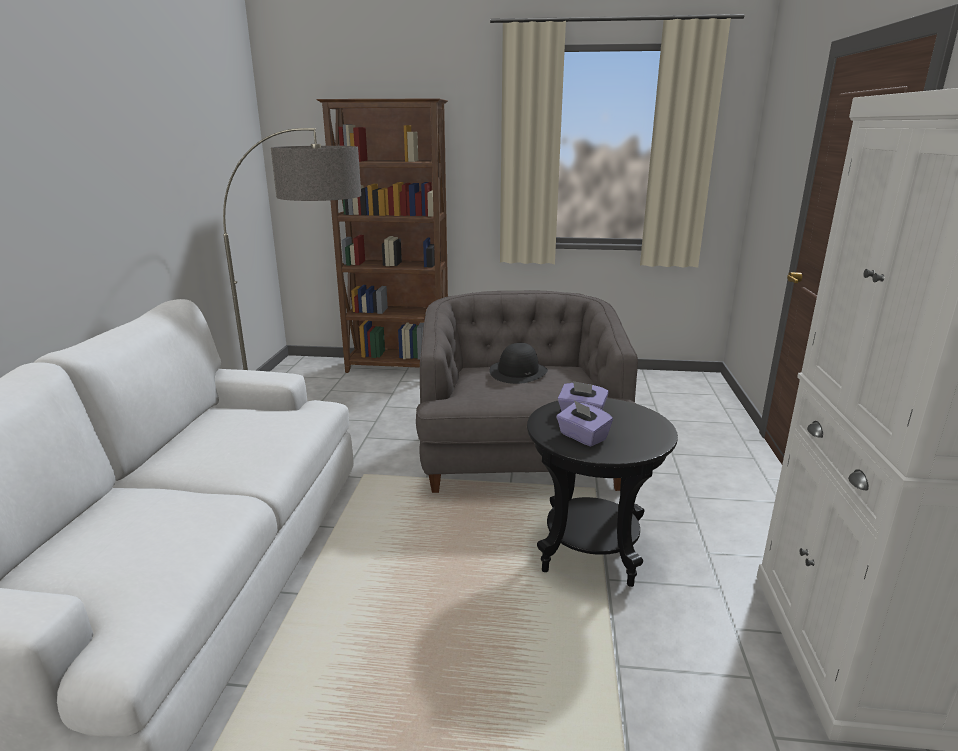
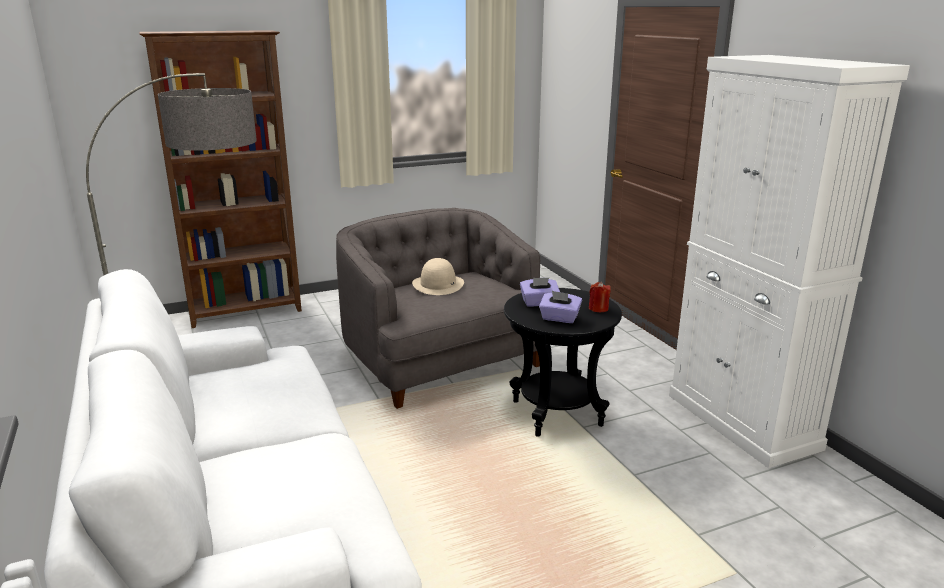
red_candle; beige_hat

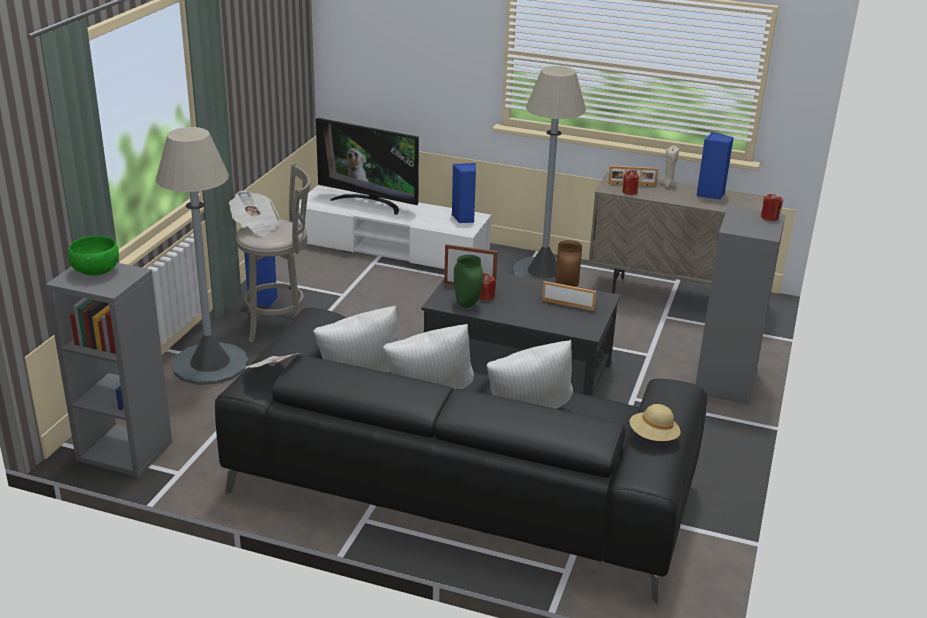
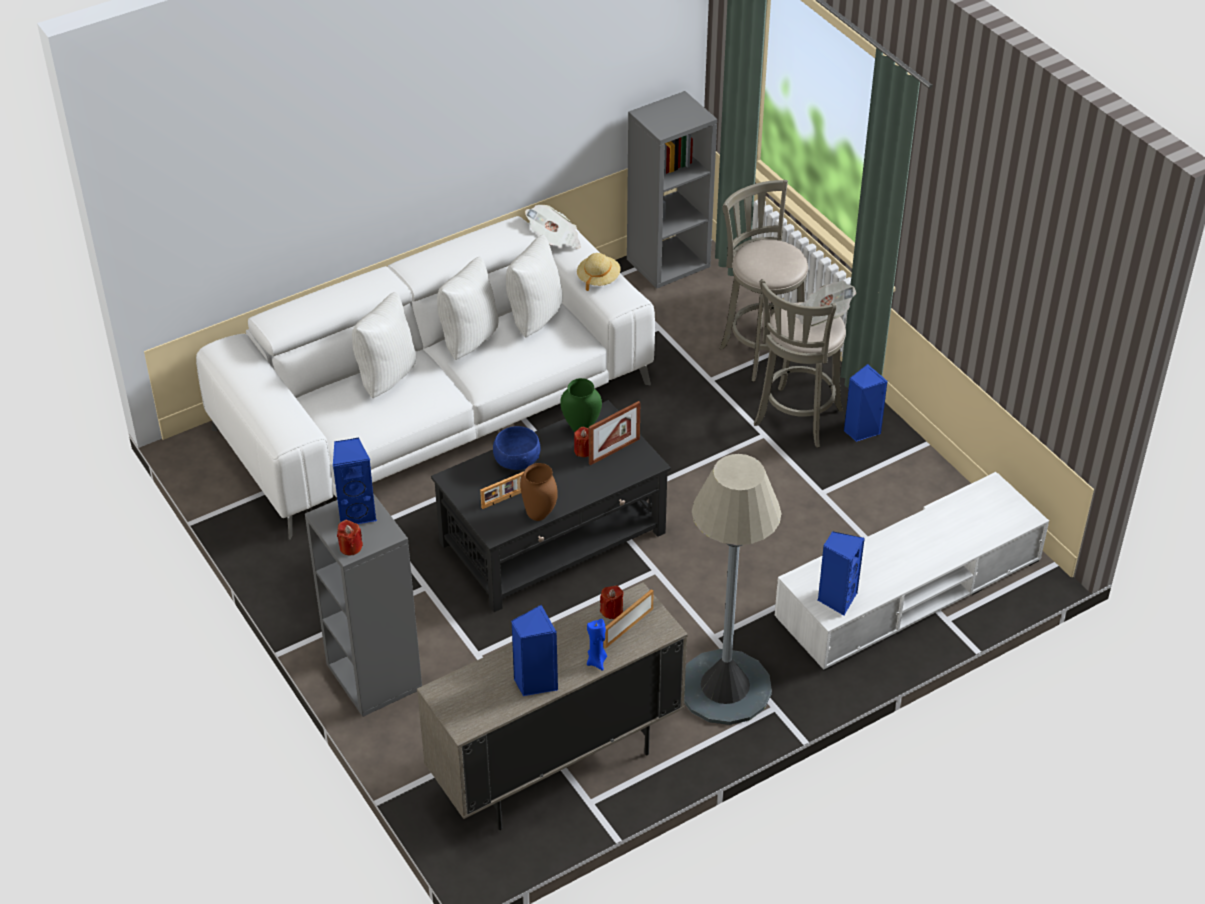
green_bowl; television; blue_speaker (no. 1 from left); blue_bowl; beige_hat; grey_stool (no. 1 from left); white_sofa; blue_candle

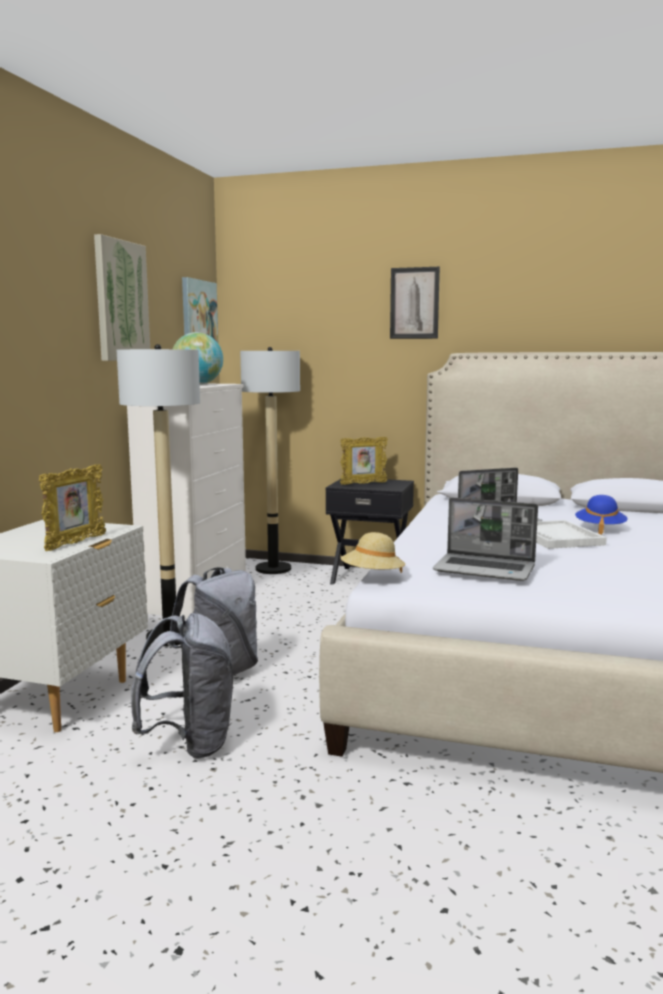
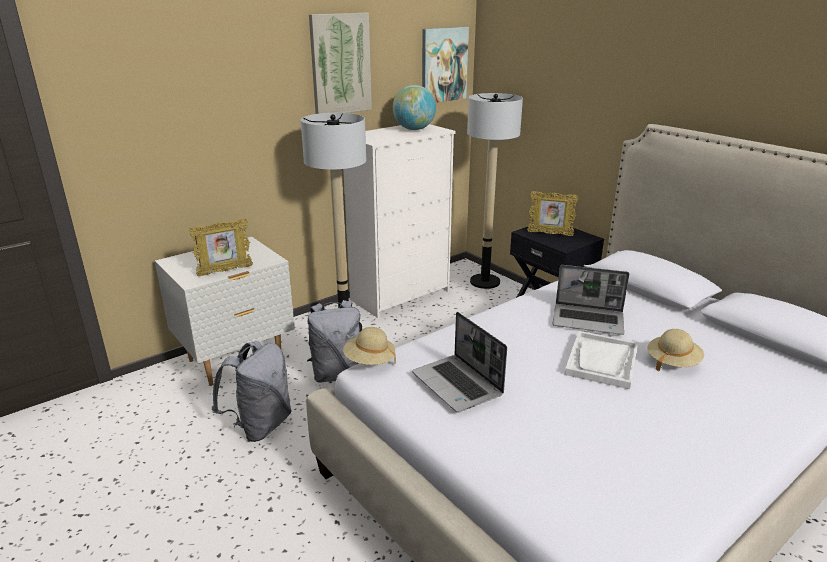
picture (no. 3 from left in the first image); beige_hat (no. 2 from left)

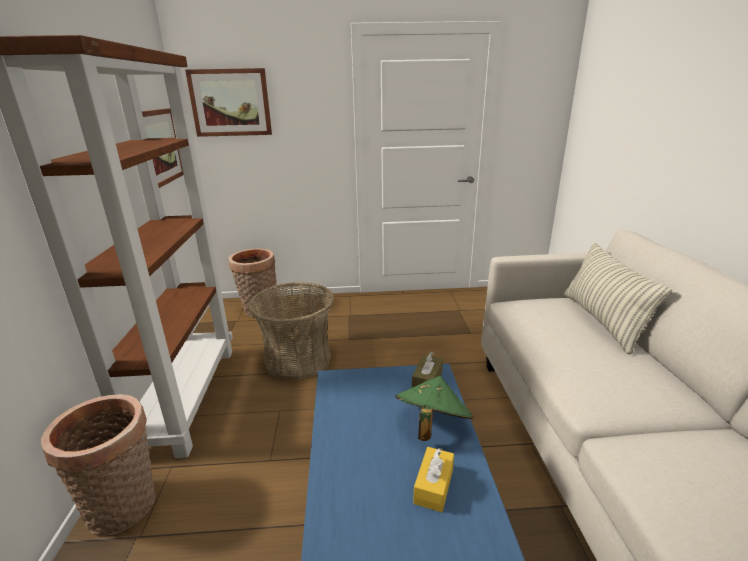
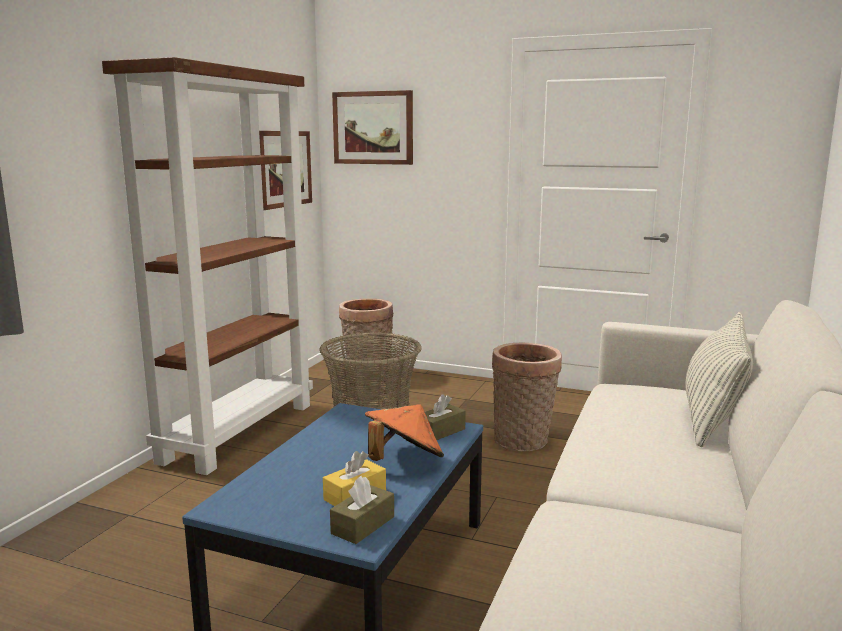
brown_tissue_box (no. 1 from left); basket (no. 3 from left); orange_hat

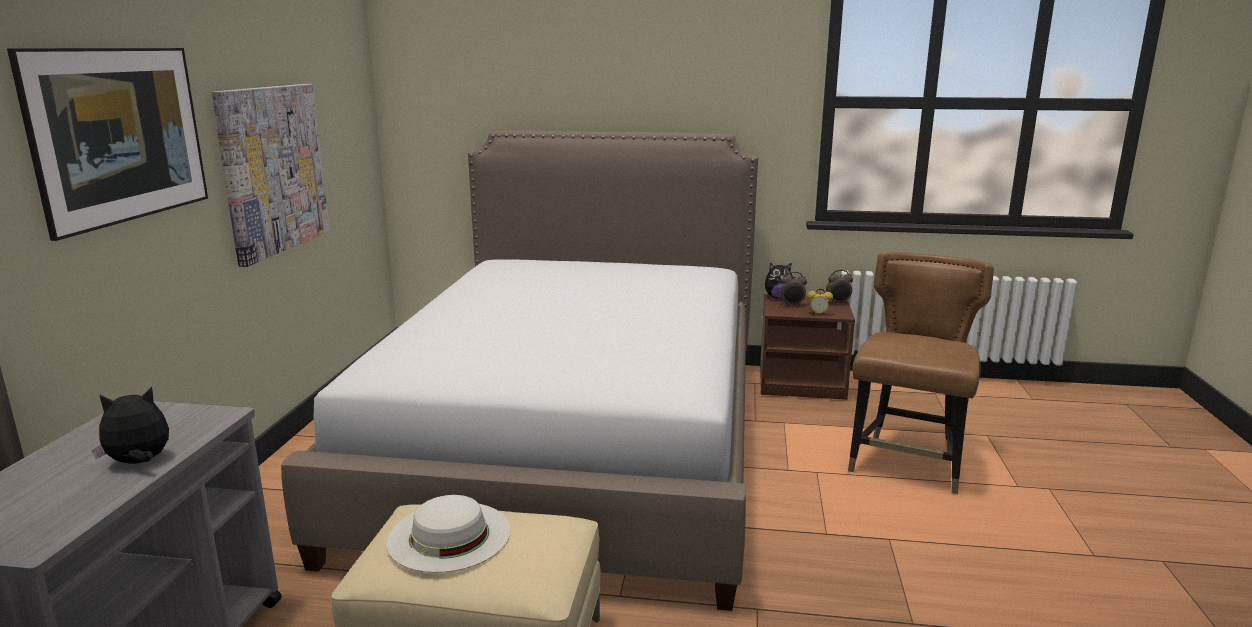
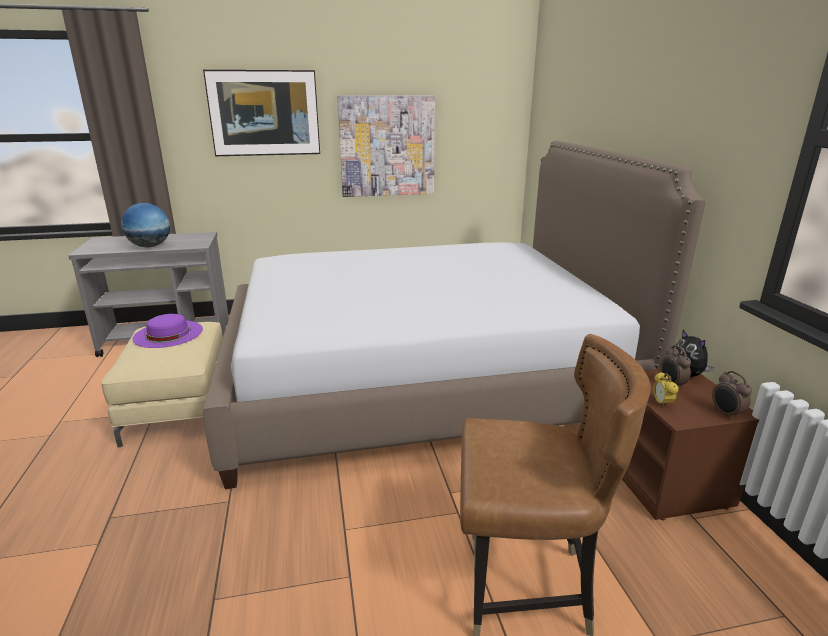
globe; purple_hat

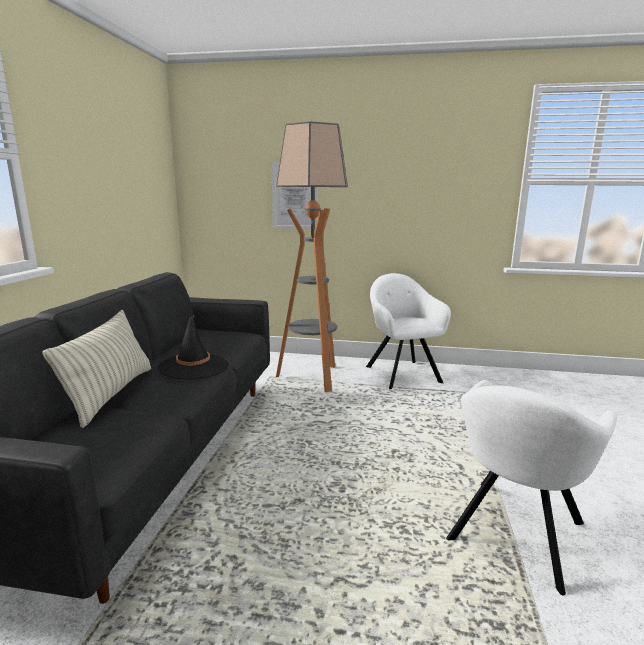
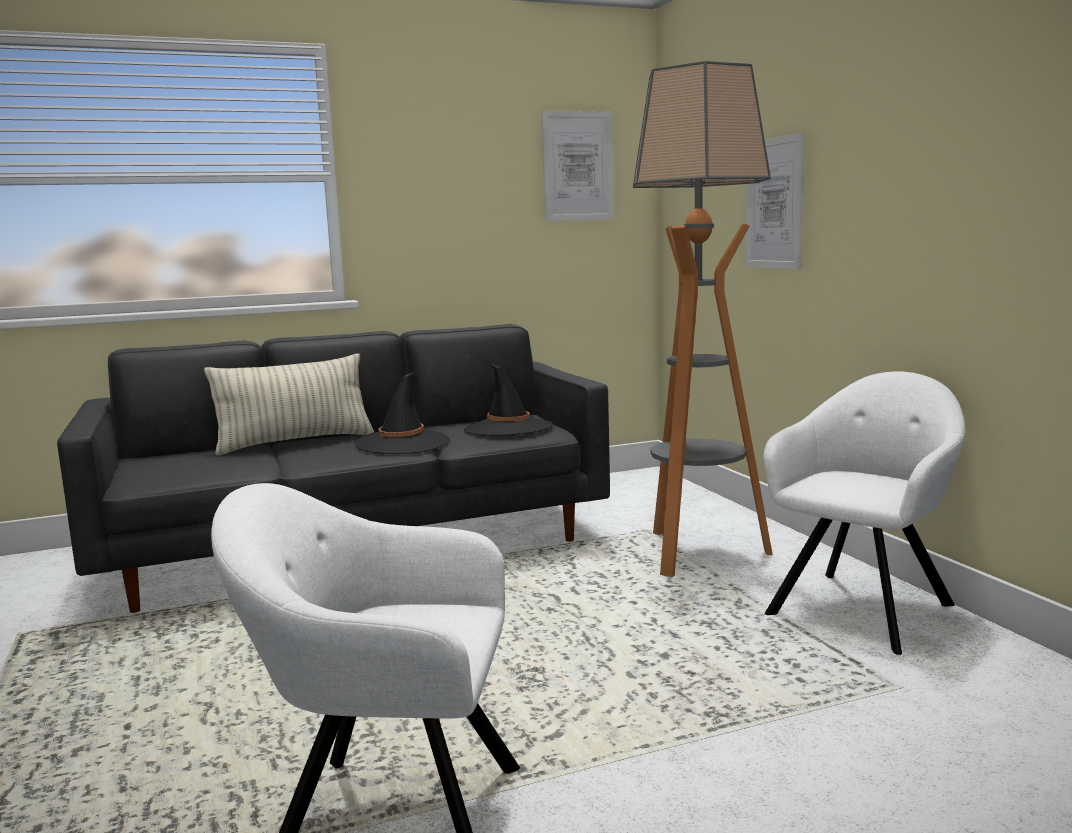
black_hat (no. 2 from left); picture (no. 1 from left)

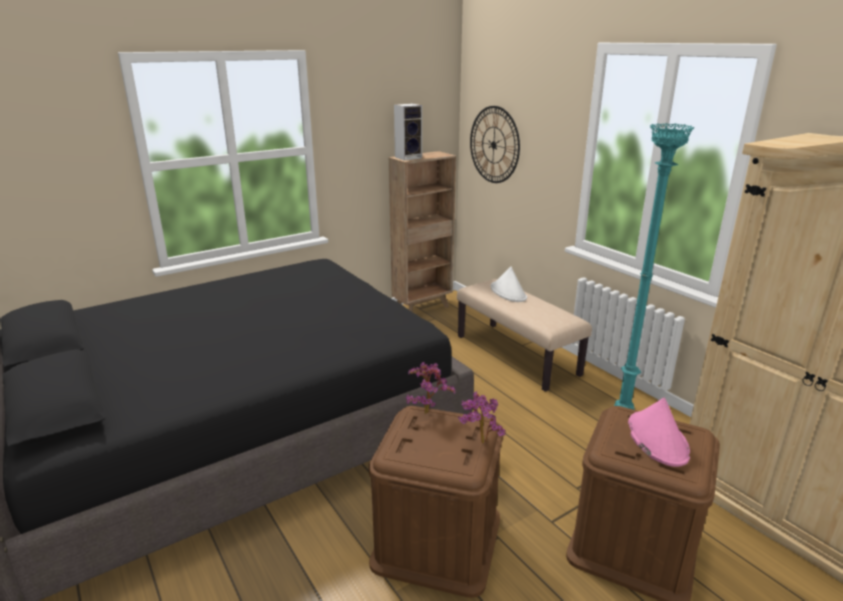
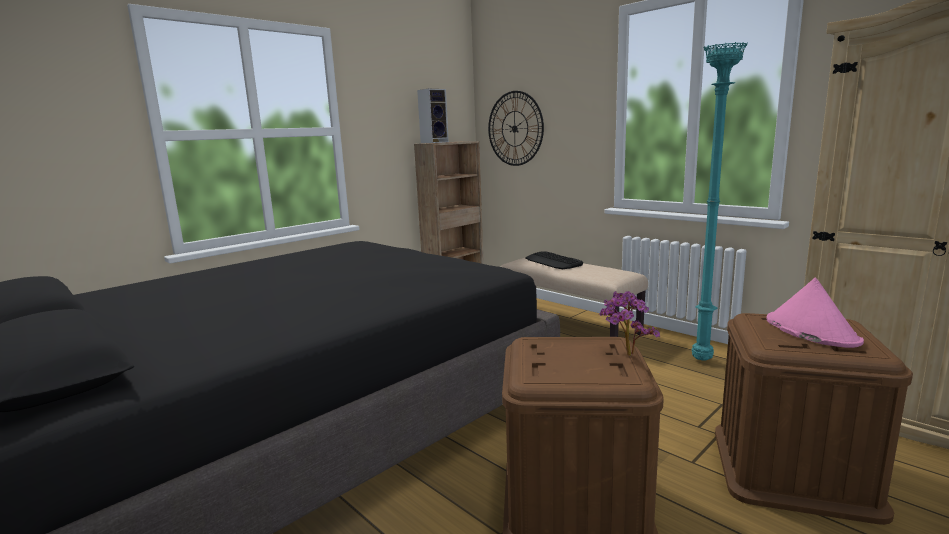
potted_plant (no. 1 from left in the first image); keyboard

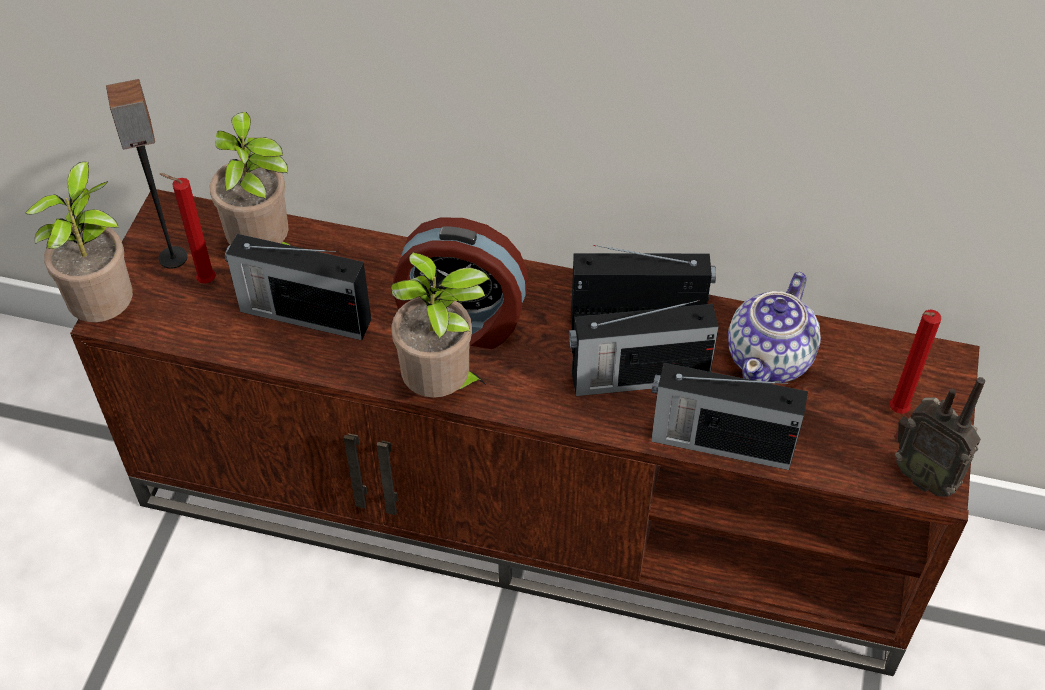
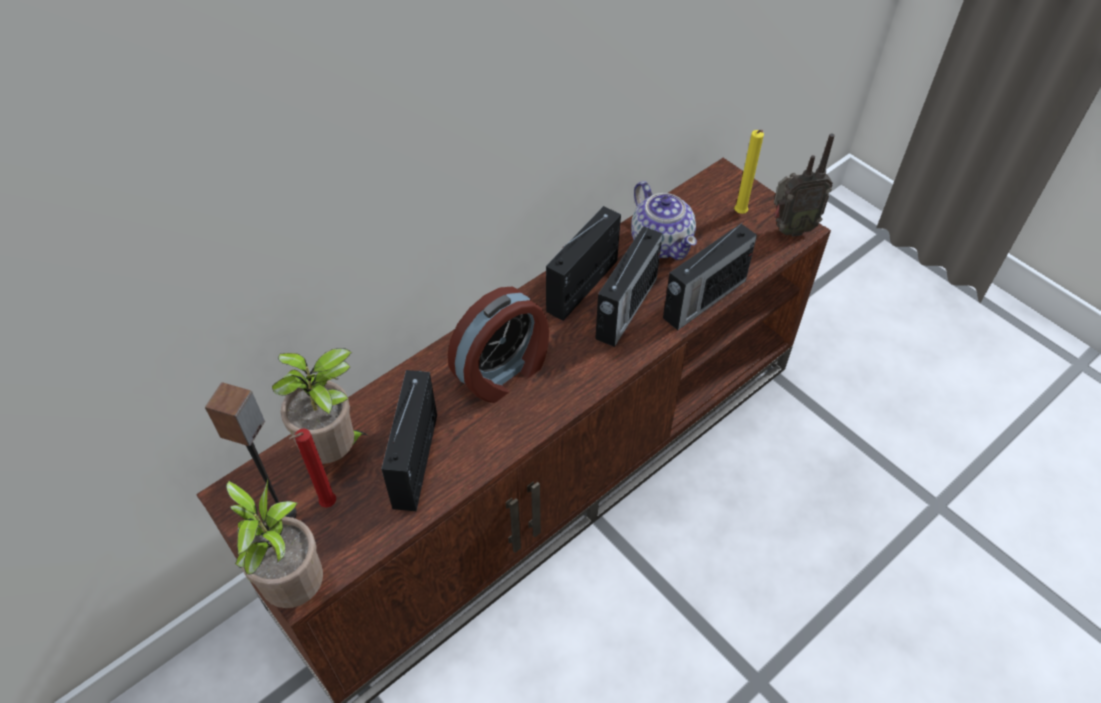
potted_plant (no. 3 from left in the first image); yellow_candle; radio (no. 1 from left)

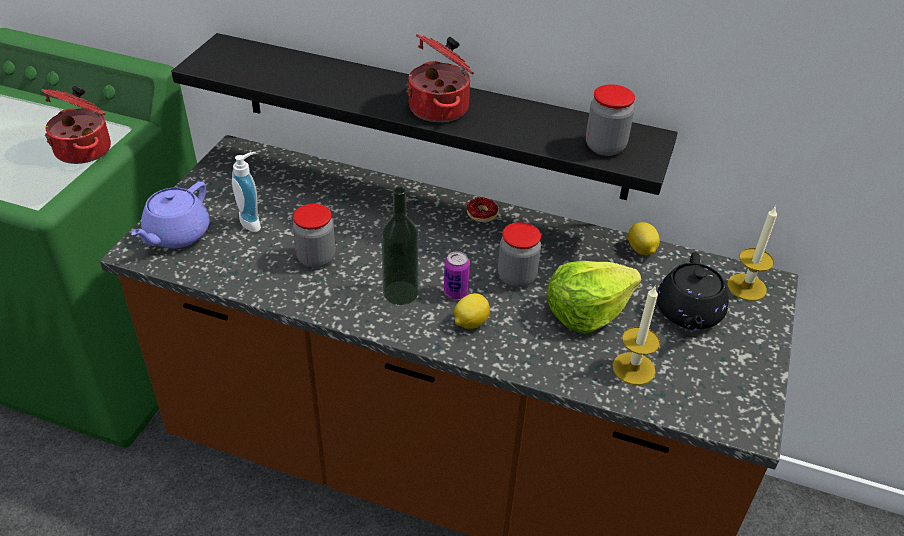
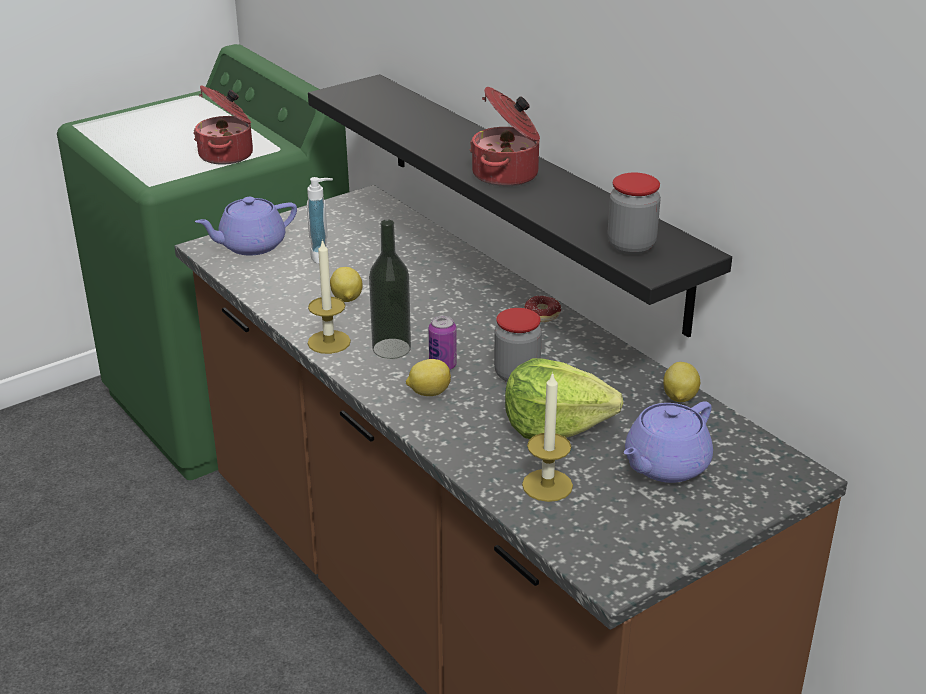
candle (no. 1 from left); lemon (no. 1 from left); purple_teapot (no. 2 from left)

